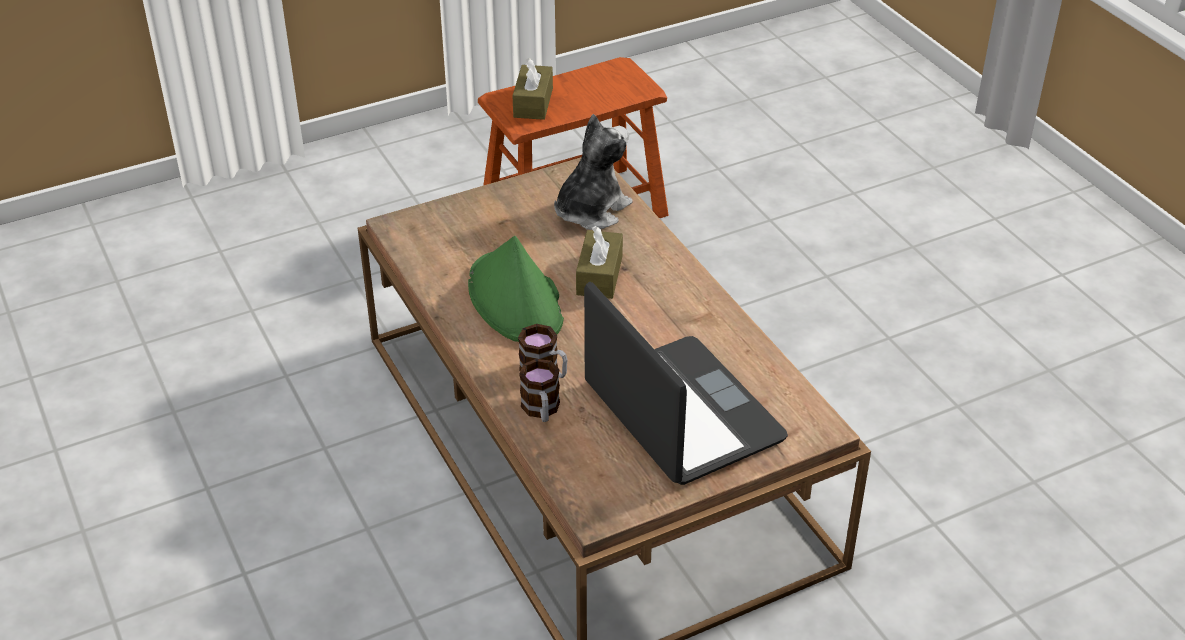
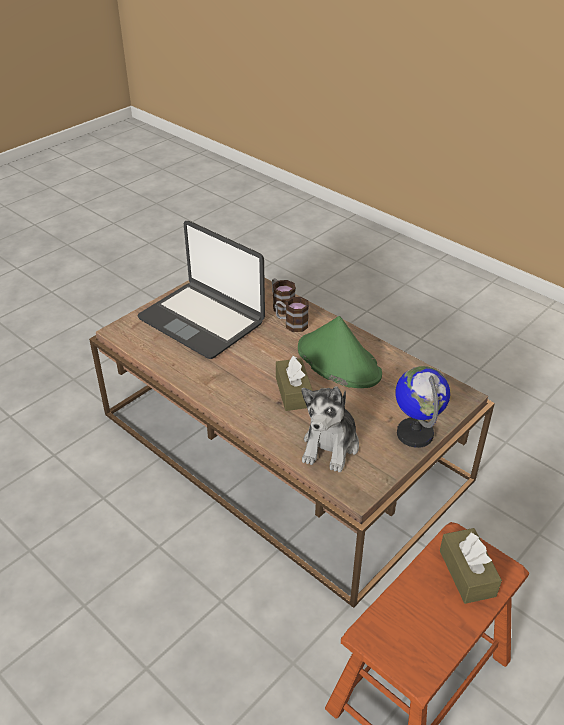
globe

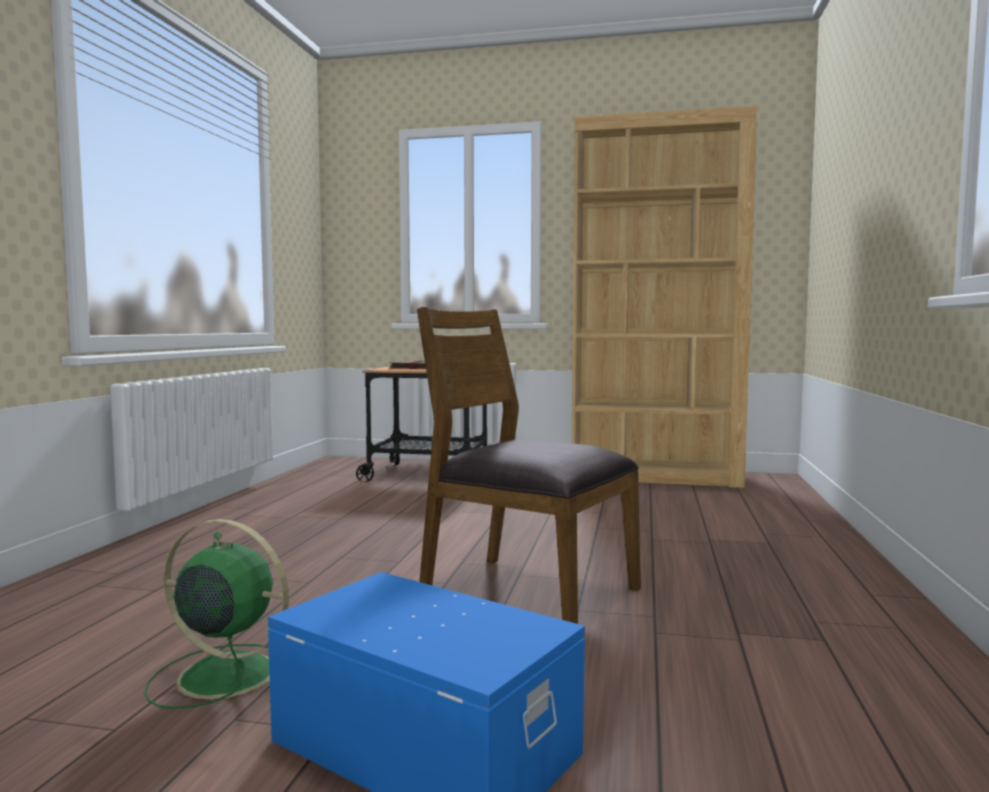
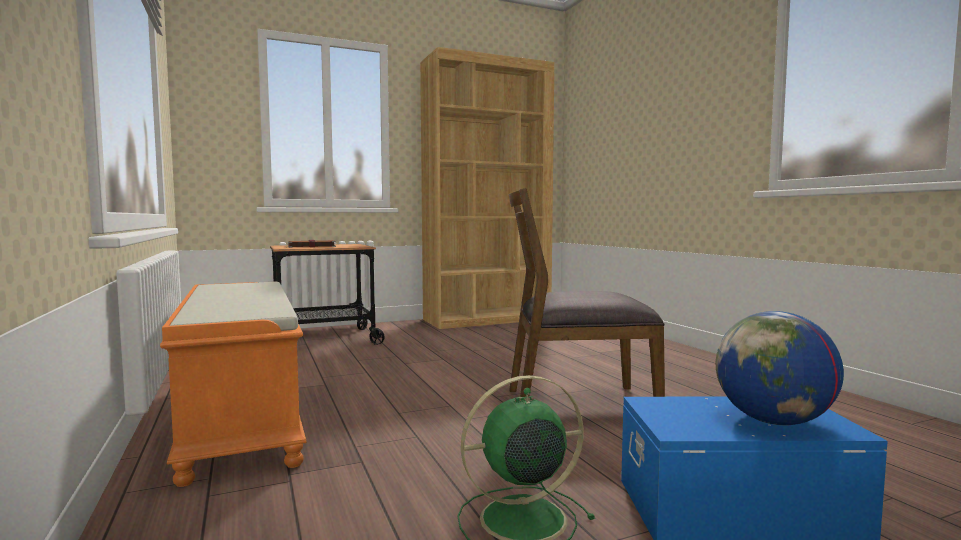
orange_bench; globe

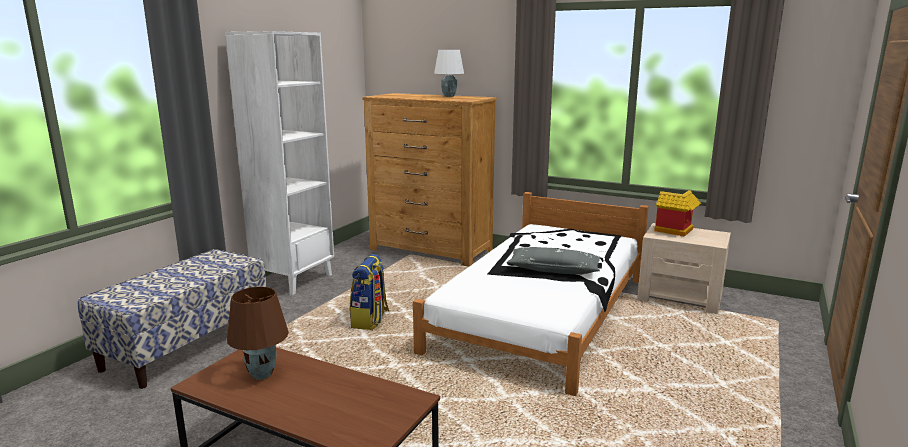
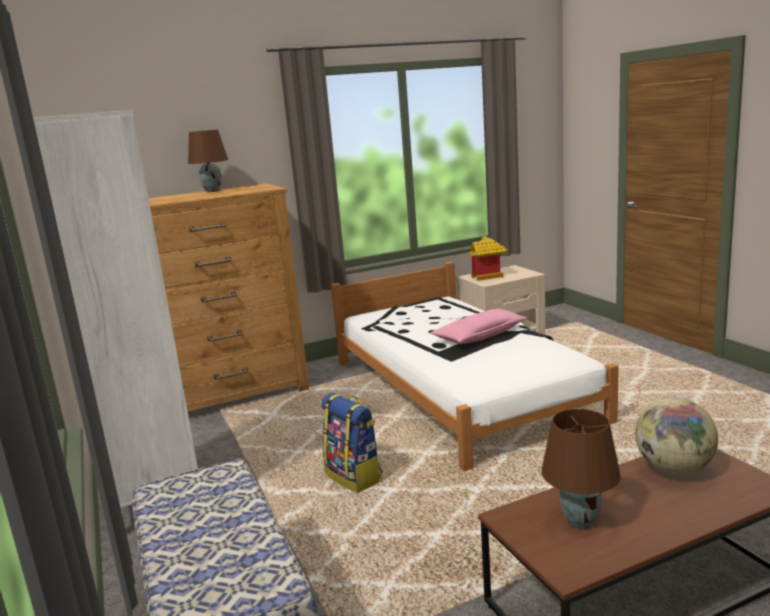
globe; brown_table_lamp (no. 1 from left); pink_pillow

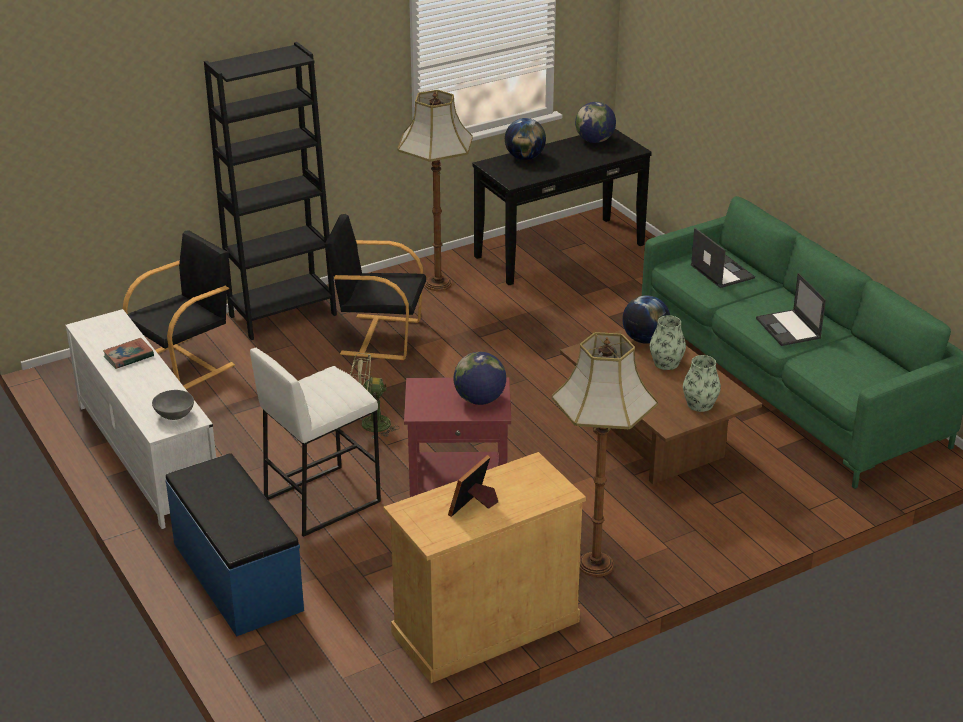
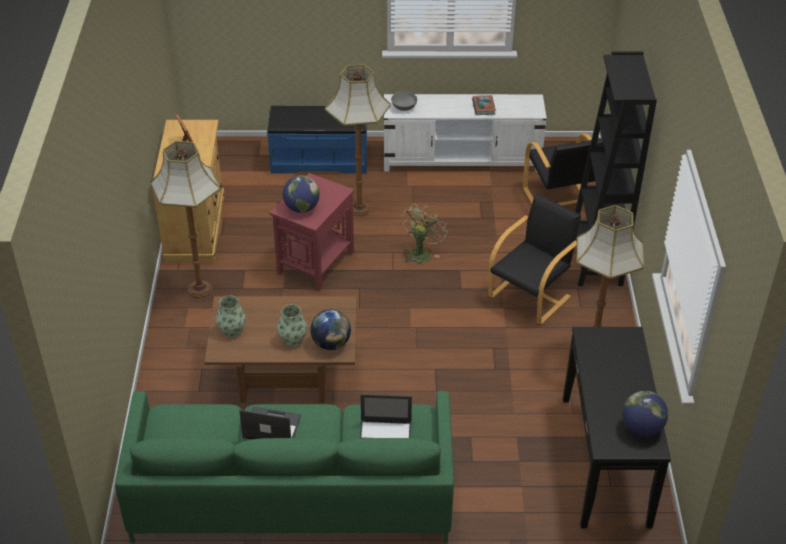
globe (no. 2 from left in the first image); floor_lamp (no. 2 from left)

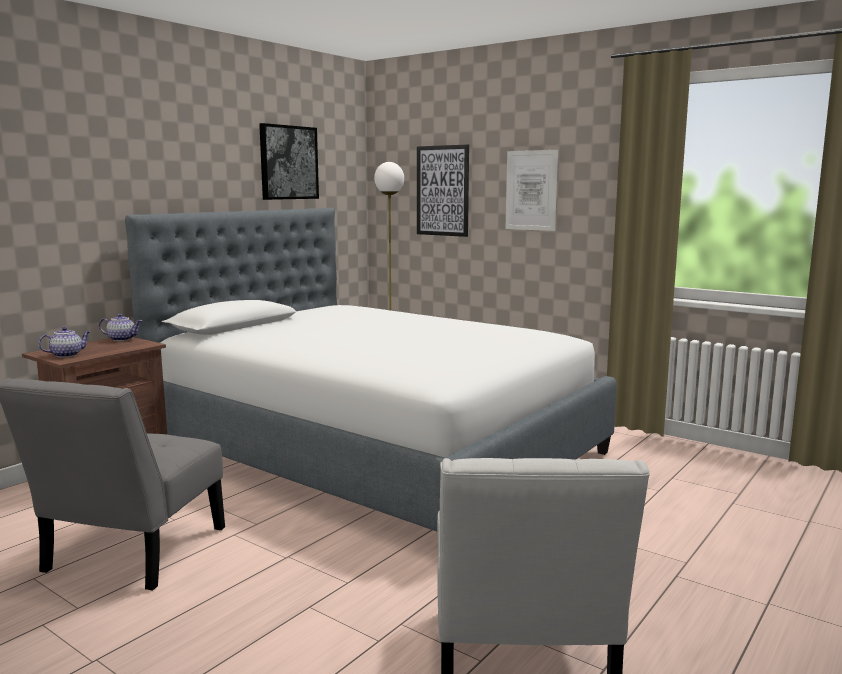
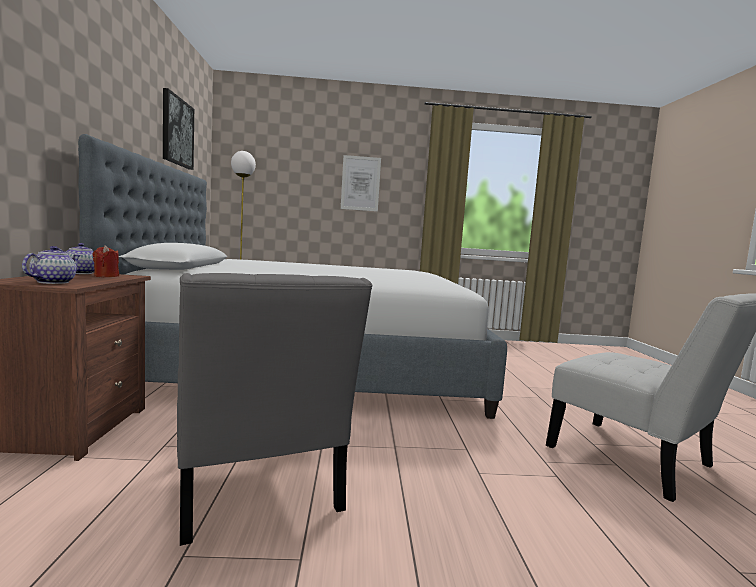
picture (no. 2 from left in the first image); red_candle

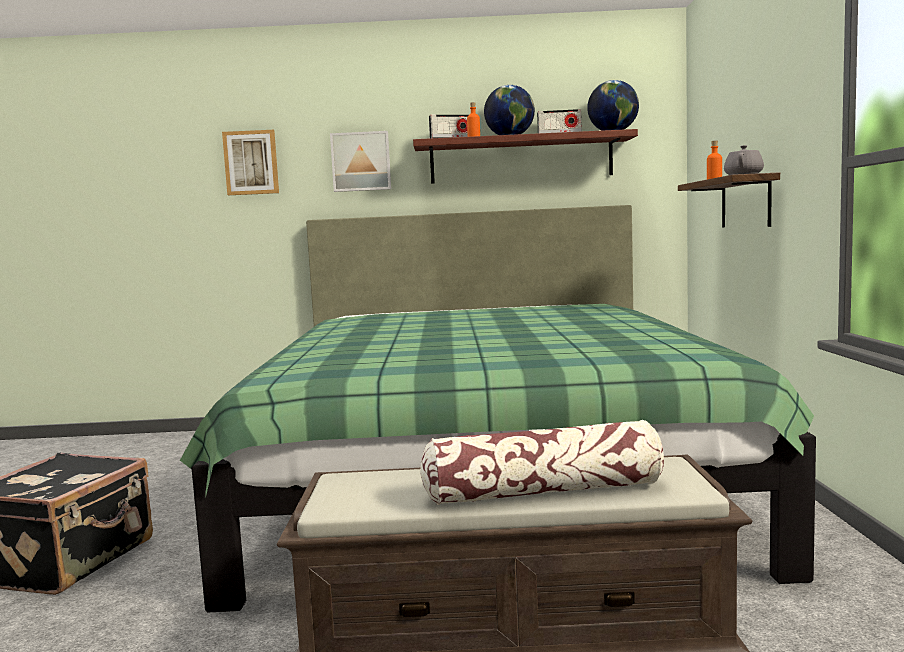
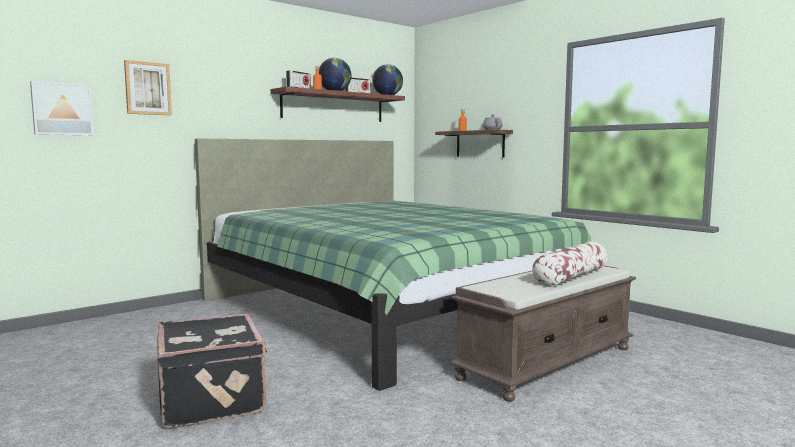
picture (no. 1 from left)

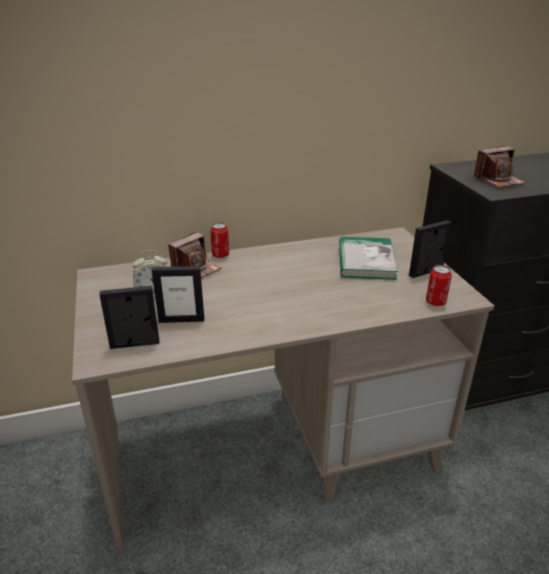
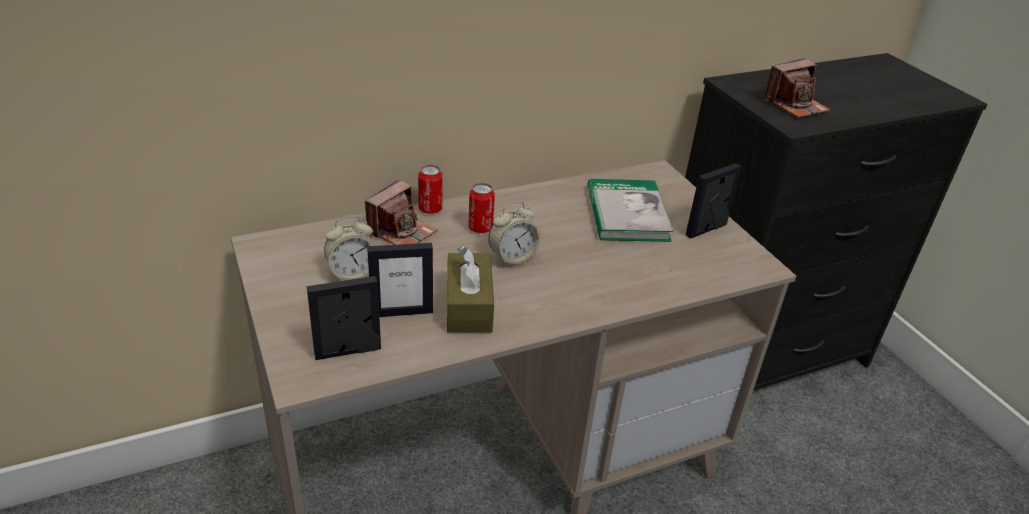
brown_tissue_box; alarm_clock (no. 2 from left); can (no. 2 from left)

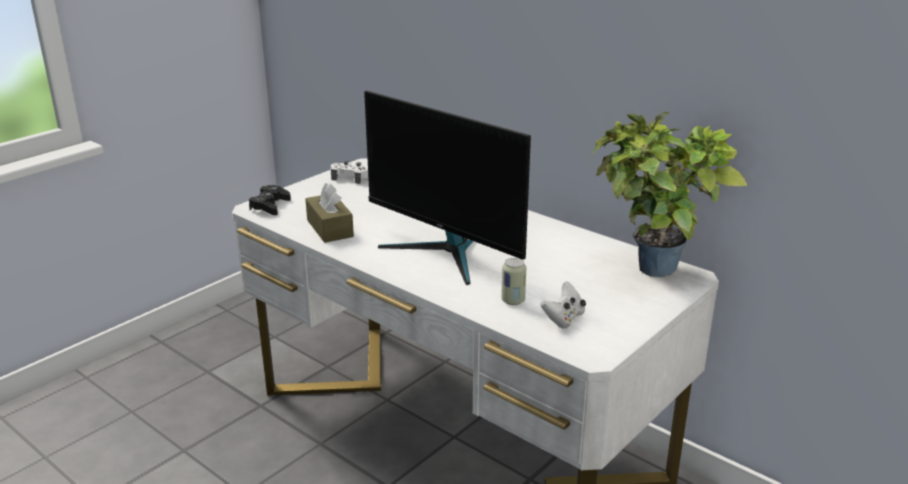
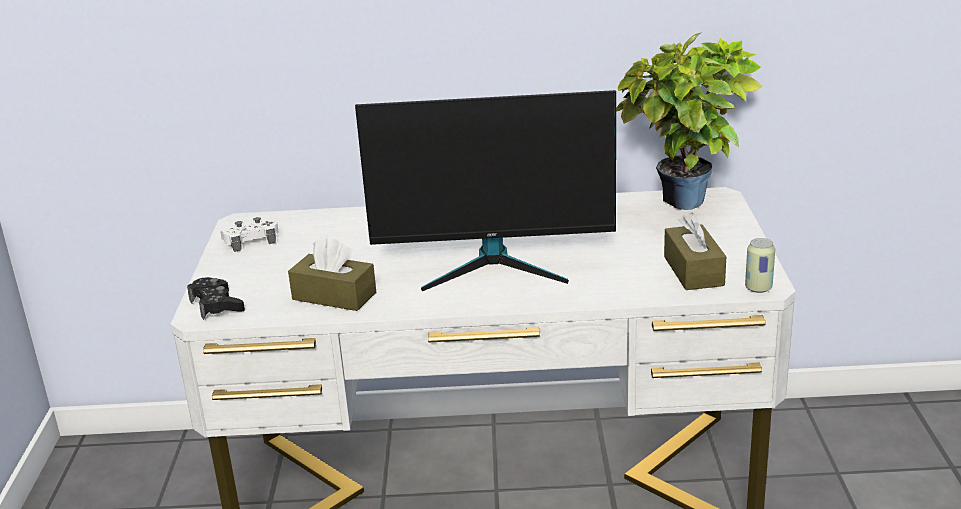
can; brown_tissue_box (no. 2 from left)

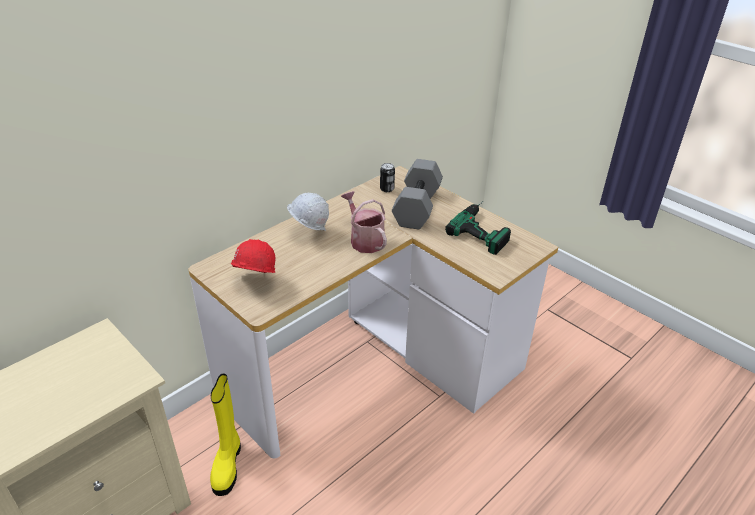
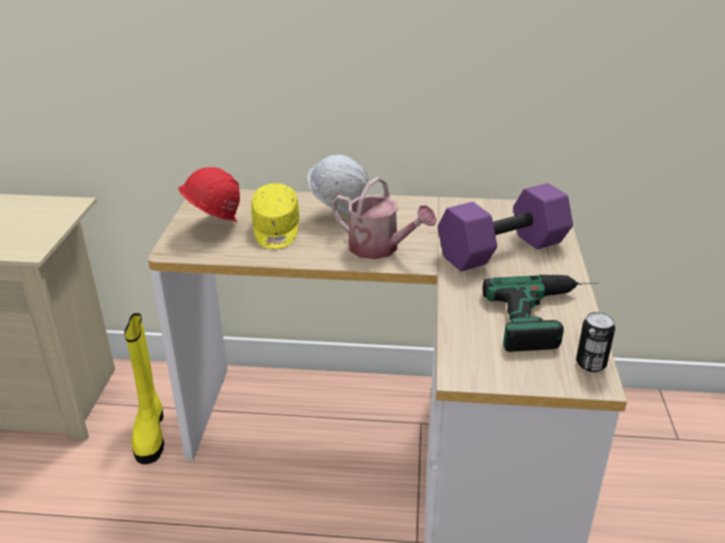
yellow_cap; can; purple_dumbbell; yellow_boot; watering_can

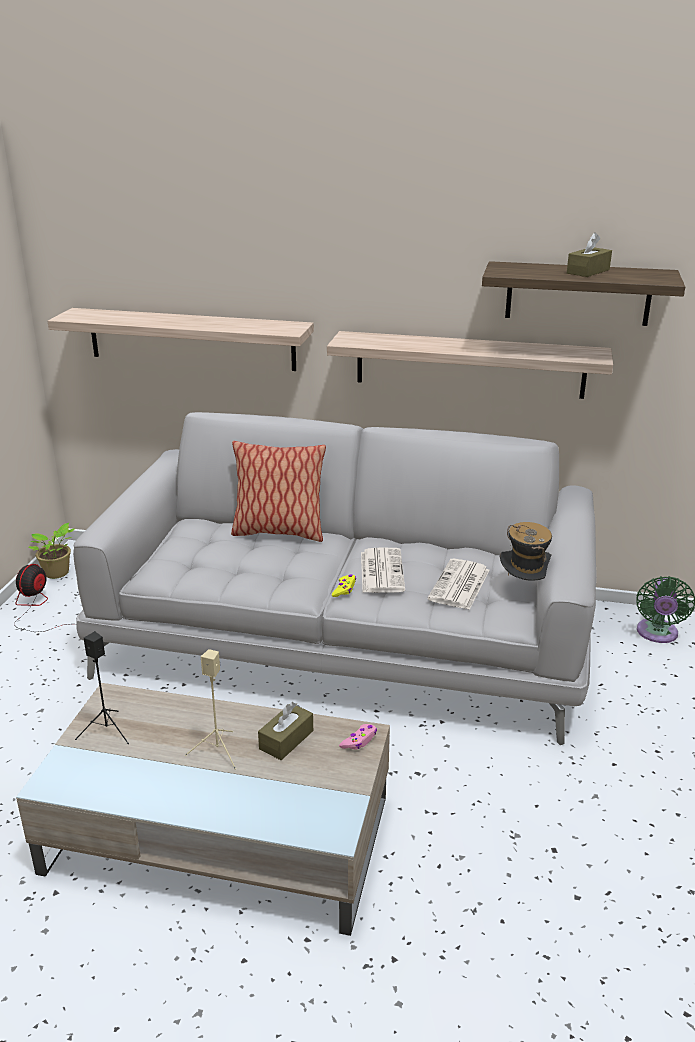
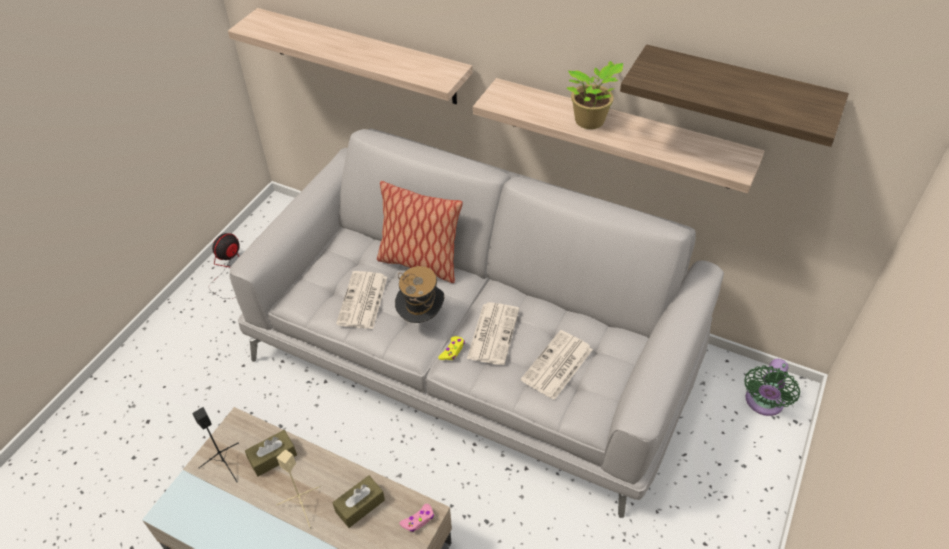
newspaper (no. 1 from left); potted_plant; hat; brown_tissue_box (no. 1 from left)

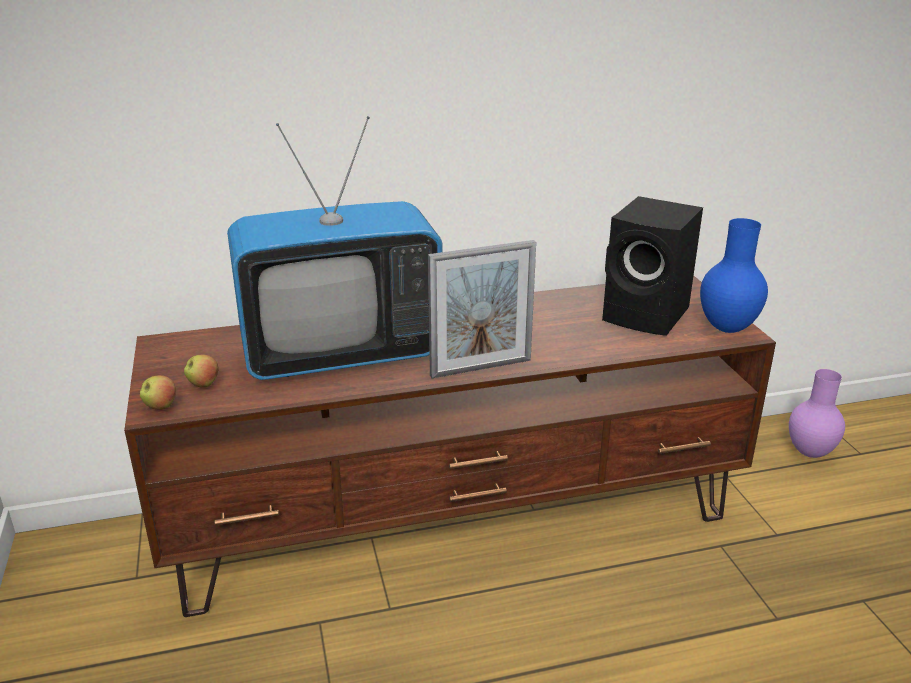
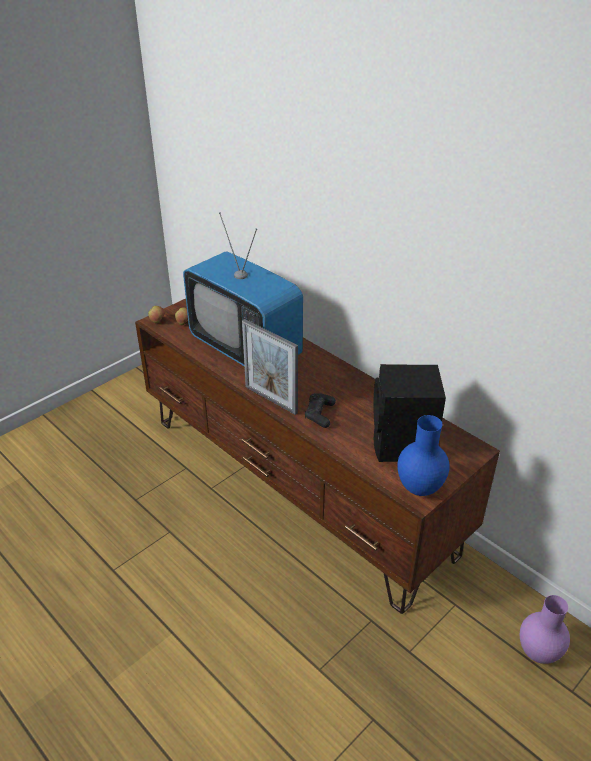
black_game_controller

